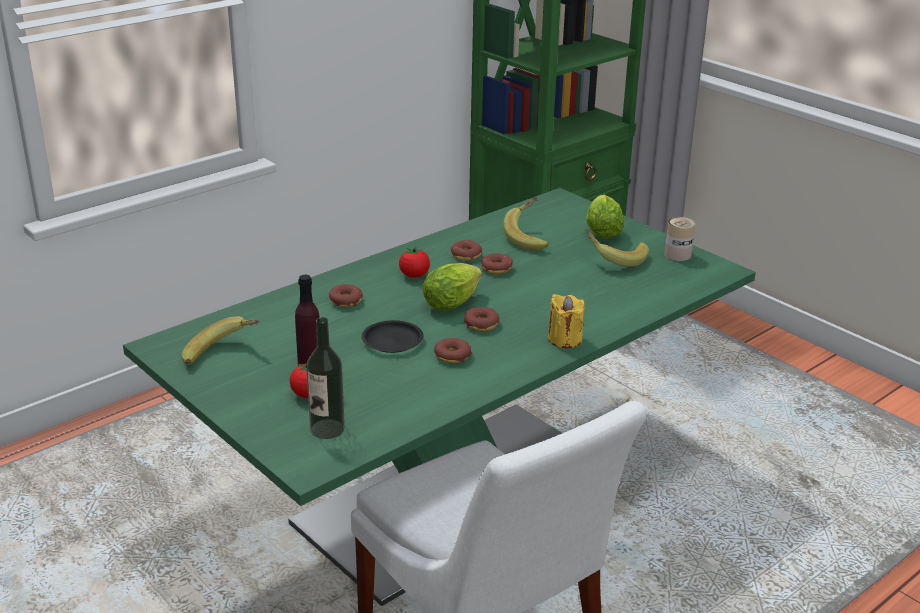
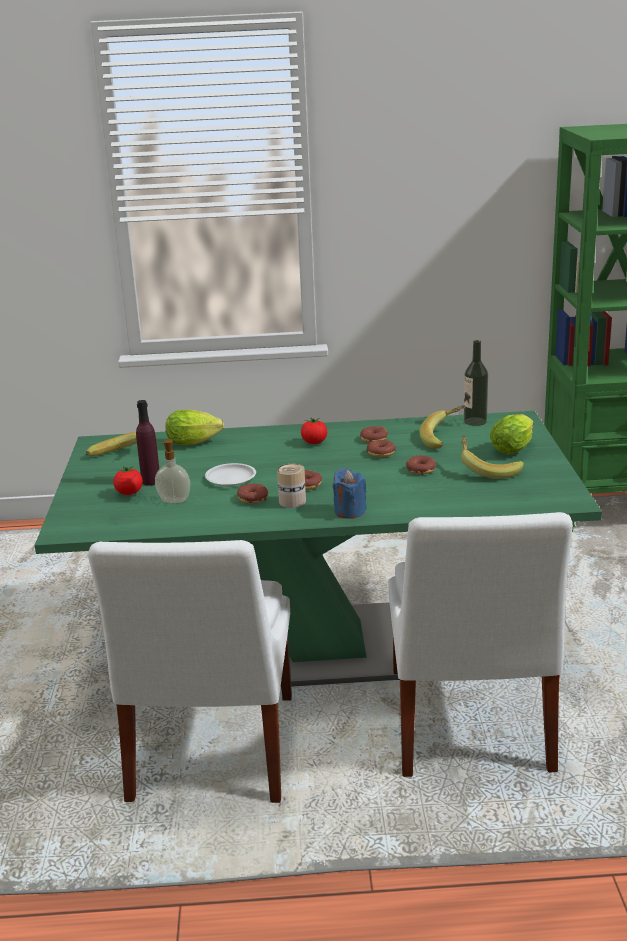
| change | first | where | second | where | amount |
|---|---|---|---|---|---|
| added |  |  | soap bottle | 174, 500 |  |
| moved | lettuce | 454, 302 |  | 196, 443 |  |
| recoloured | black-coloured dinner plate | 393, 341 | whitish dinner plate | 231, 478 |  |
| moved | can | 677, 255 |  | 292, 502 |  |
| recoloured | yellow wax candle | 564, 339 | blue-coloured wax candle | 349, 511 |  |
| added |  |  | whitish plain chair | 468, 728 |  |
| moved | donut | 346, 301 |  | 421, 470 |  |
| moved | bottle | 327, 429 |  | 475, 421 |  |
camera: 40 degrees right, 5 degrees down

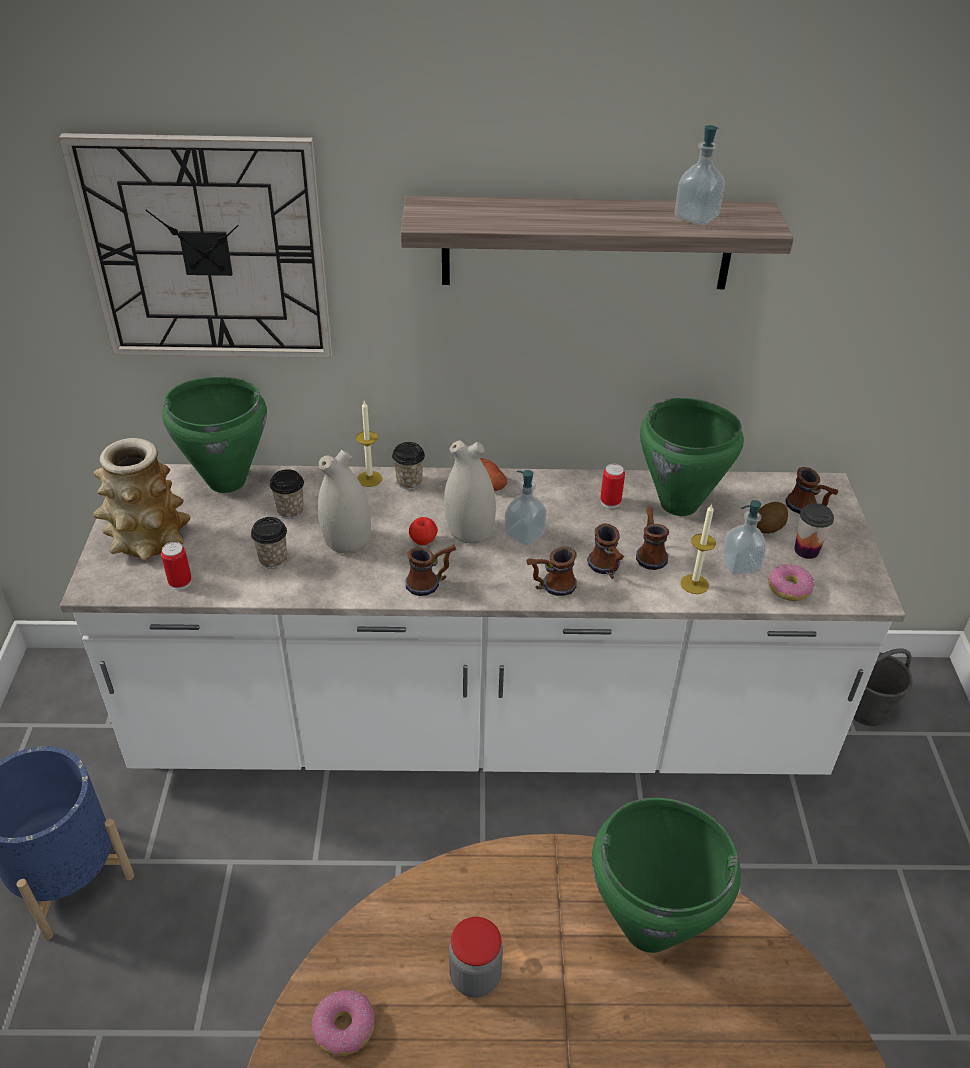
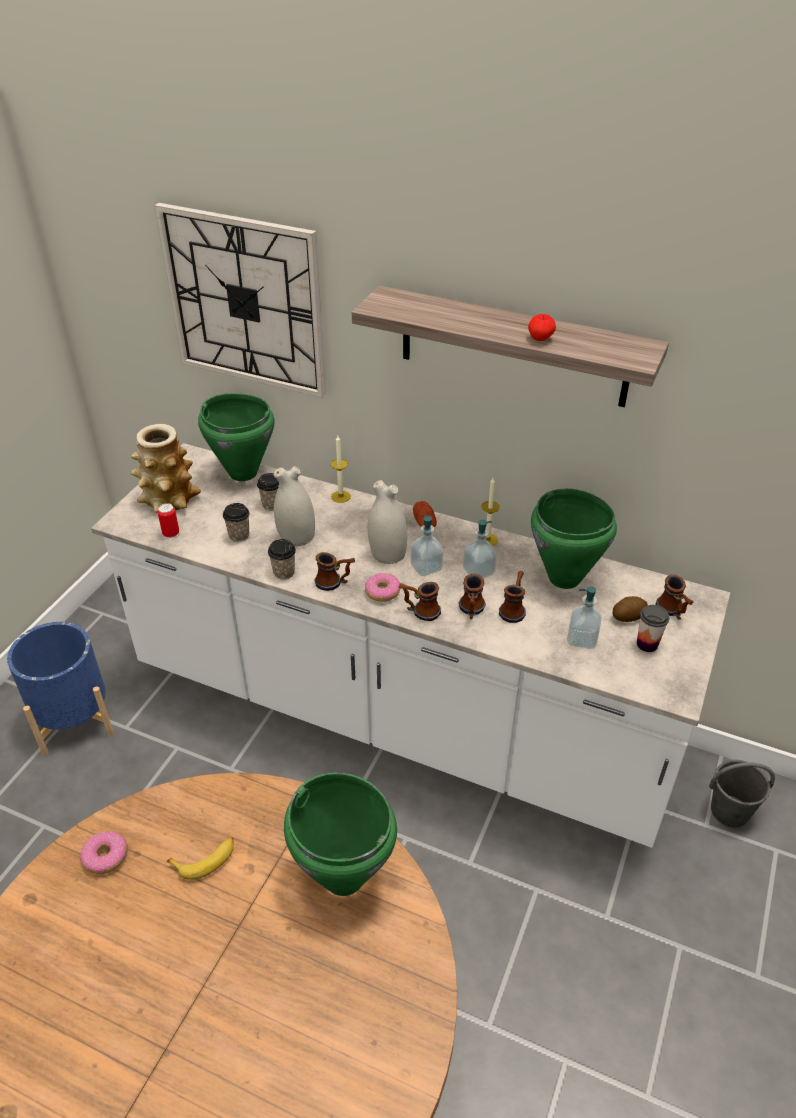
| change | first | where | second | where | amount |
|---|---|---|---|---|---|
| replaced | storage jar | 475, 976 | banana | 206, 859 |  |
| moved | drinking cup | 409, 482 |  | 284, 572 |  |
| moved | donut | 789, 588 |  | 382, 592 |  |
| moved | soap bottle | 696, 217 |  | 478, 571 |  |
| moved | wax candle | 694, 584 |  | 487, 540 |  |
| moved | whole apple | 423, 541 |  | 540, 339 |  |
| removed | can | 610, 501 |  |  |  |
camera: 25 degrees right, 0 degrees up

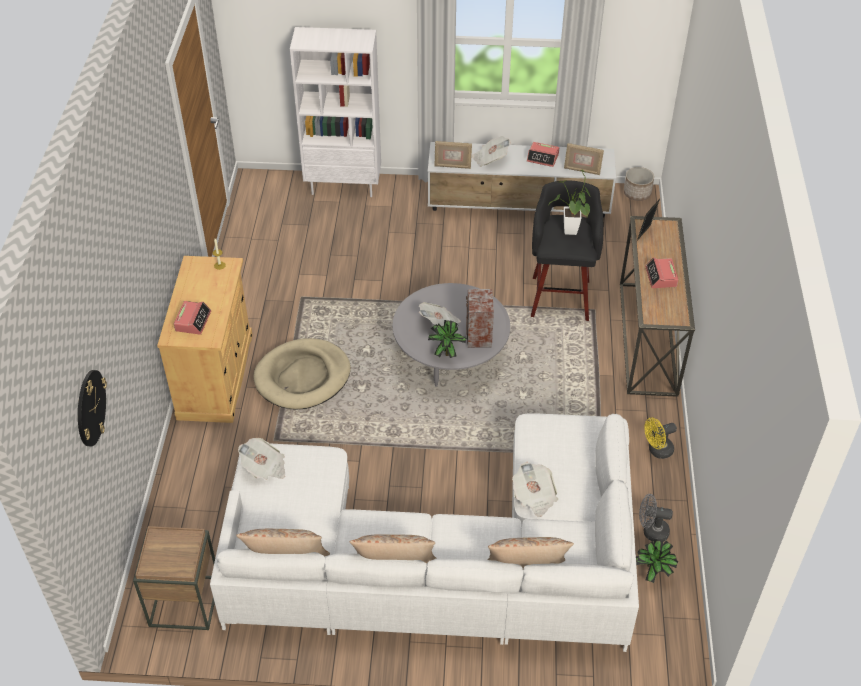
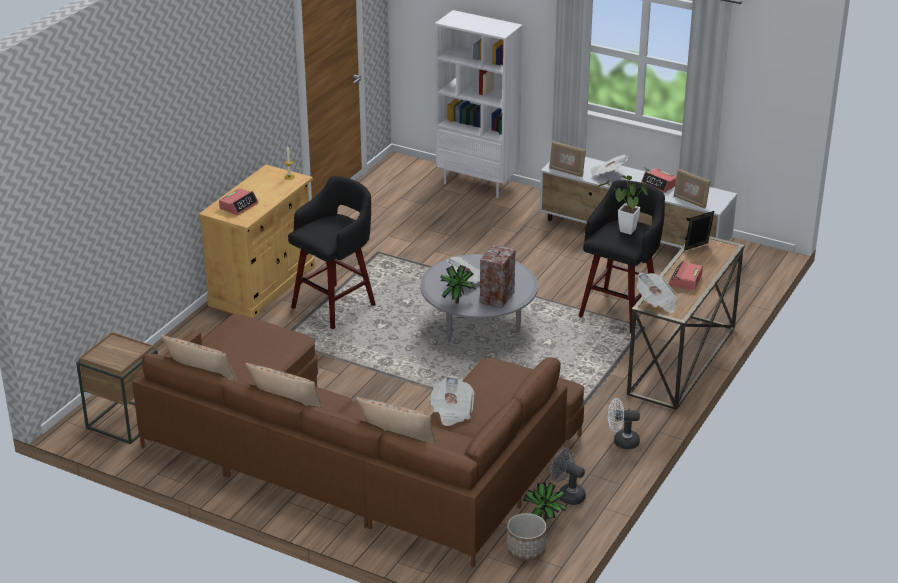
| change | first | where | second | where | amount |
|---|---|---|---|---|---|
| recoloured | whitish sofa | 443, 559 | brown sofa | 359, 458 |  |
| replaced | beige dog cushion | 303, 377 | black-coloured stool | 336, 305 |  |
| moved | flower pot | 636, 193 |  | 525, 550 |  |
| recoloured | yellow cooling fan | 657, 451 | whitish cooling fan | 621, 442 |  |
| moved | printed paper | 264, 467 |  | 657, 302 |  |
| removed | wall clock | 90, 408 |  |  |  |
camera: 25 degrees right, 15 degrees down

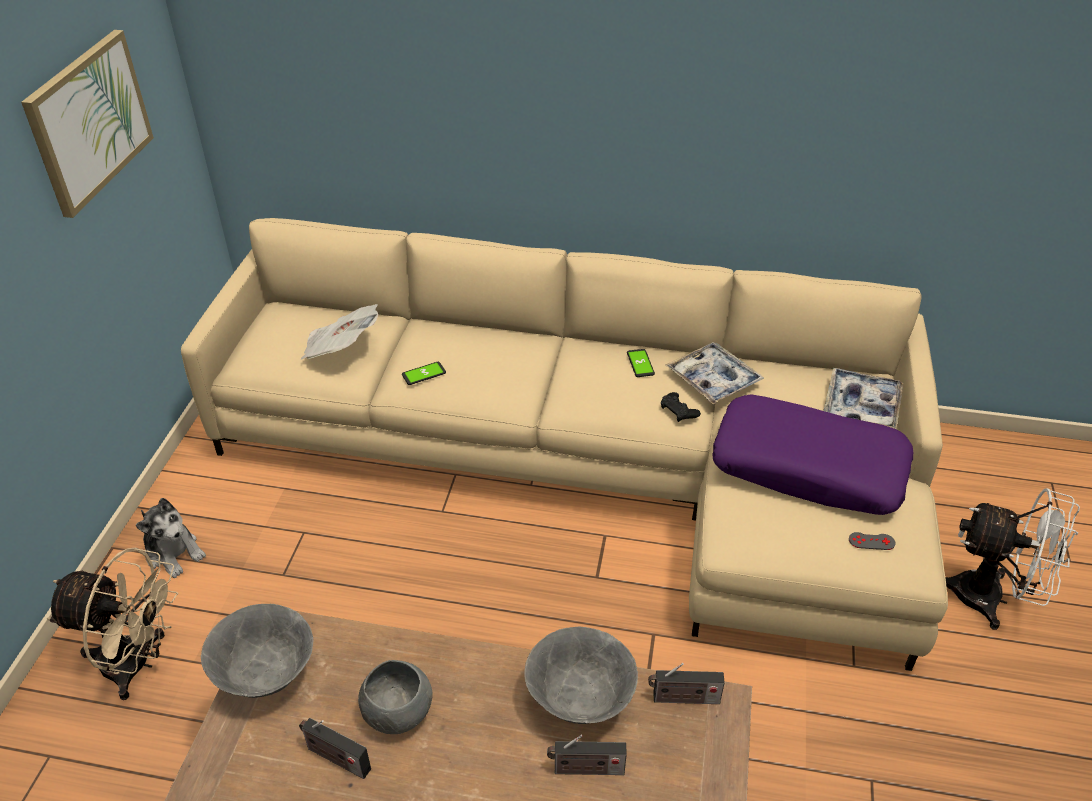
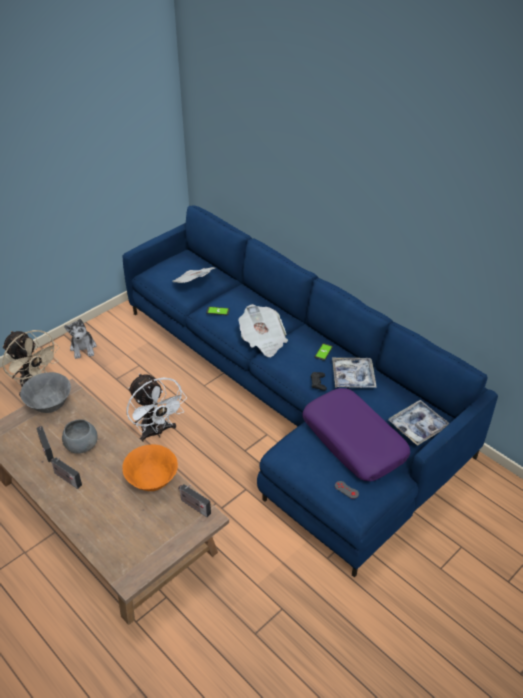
| change | first | where | second | where | amount |
|---|---|---|---|---|---|
| moved | radio set | 585, 769 |  | 66, 478 |  |
| recoloured | greyish deep dish | 581, 701 | orange-coloured deep dish | 152, 482 |  |
| recoloured | beige sofa | 591, 465 | blue-coloured sofa | 292, 398 |  |
| moved | whitish cooling fan | 991, 599 |  | 156, 432 |  |
| added |  |  | printed paper | 263, 341 |  |
| removed | wall picture | 89, 121 |  |  |  |
camera: 35 degrees right, 0 degrees up

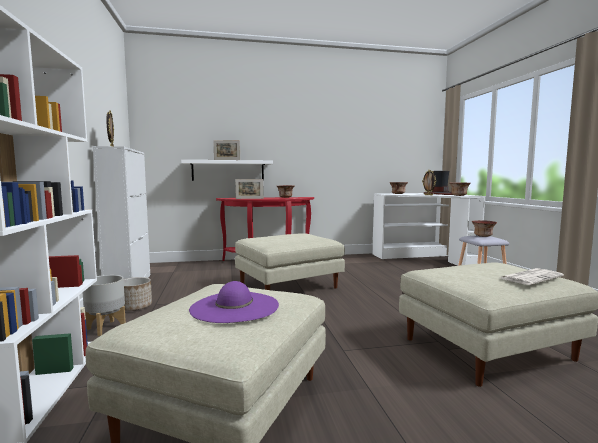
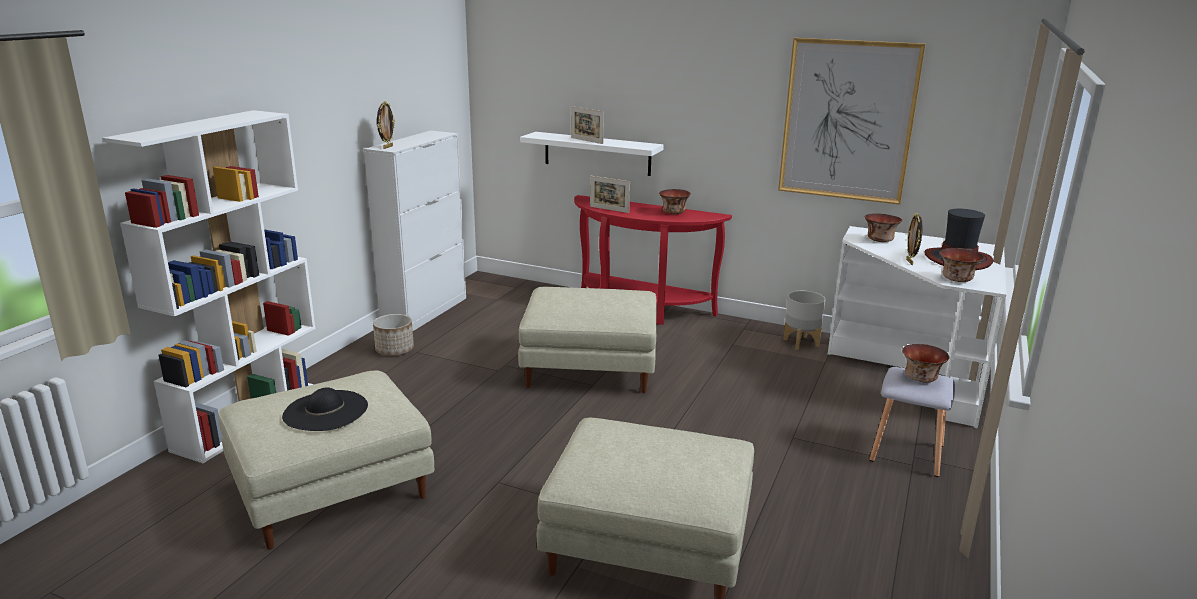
| change | first | where | second | where | amount |
|---|---|---|---|---|---|
| recoloured | purple wearable hat | 234, 307 | black-coloured wearable hat | 325, 411 |  |
| added |  |  | wall picture | 847, 121 |  |
| moved | greyish flower pot | 106, 328 |  | 801, 342 |  |
| removed | printed paper | 531, 277 |  |  |  |
camera: 35 degrees right, 15 degrees up

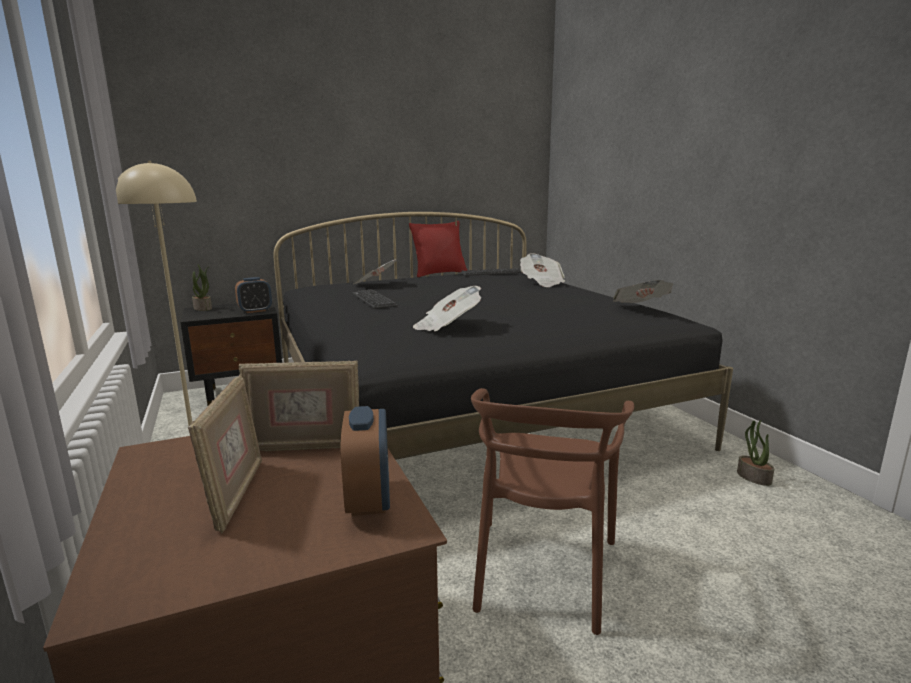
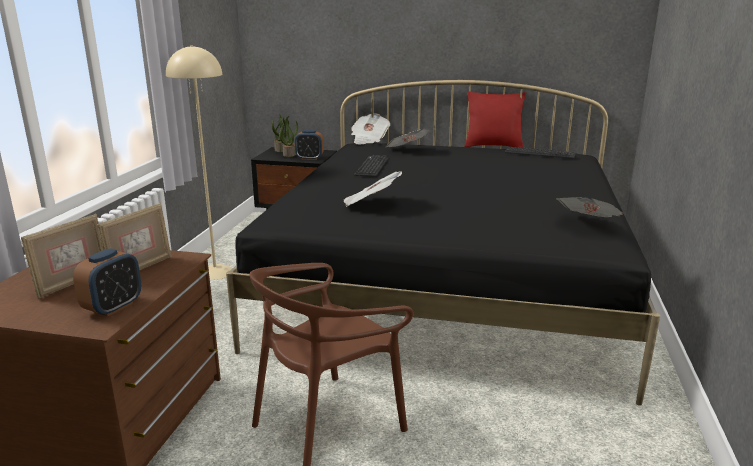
| change | first | where | second | where | amount |
|---|---|---|---|---|---|
| turned | standing frame | 304, 447 |  | 140, 268 | 90 degrees counterclockwise |
| moved | plant in a pot | 753, 477 |  | 289, 154 |  |
| moved | printed paper | 541, 283 |  | 369, 140 |  |
camera: 35 degrees right, 5 degrees up

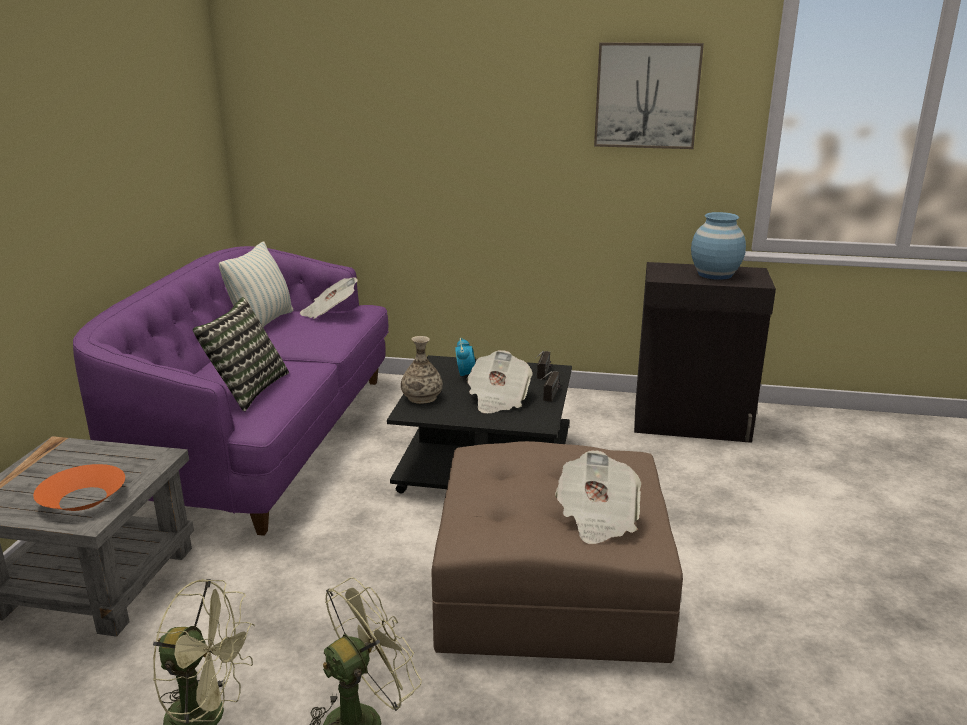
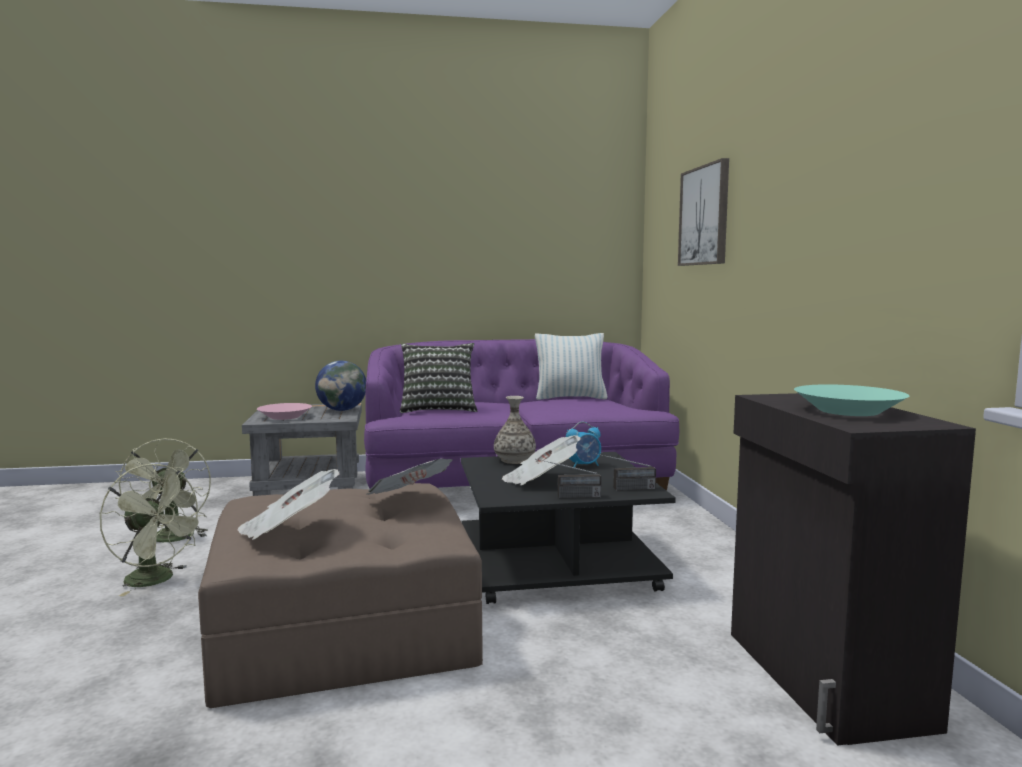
| change | first | where | second | where | amount |
|---|---|---|---|---|---|
| recoloured | orange-coloured deep dish | 82, 499 | pink deep dish | 284, 417 |  |
| added |  |  | desk globe | 342, 410 |  |
| moved | printed paper | 329, 313 |  | 409, 500 |  |
| moved | wall picture | 647, 96 |  | 704, 216 |  |
| replaced | blue-coloured vase | 715, 274 | turquoise-coloured deep dish | 848, 411 |  |
camera: 70 degrees right, 15 degrees down

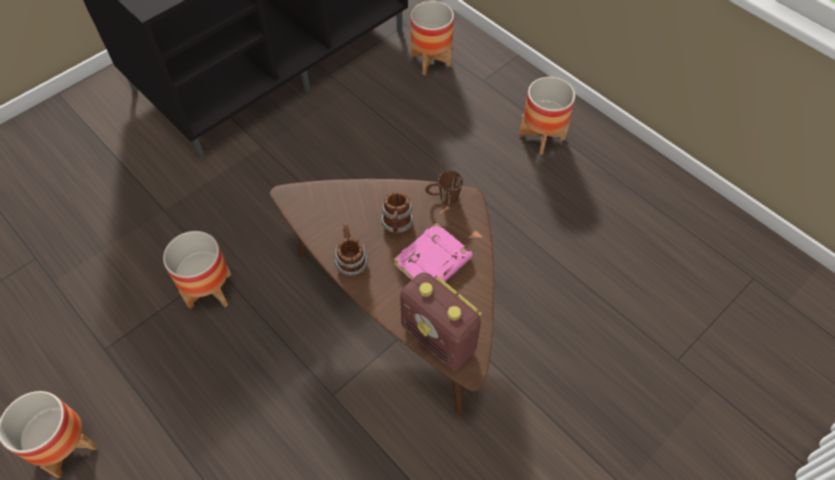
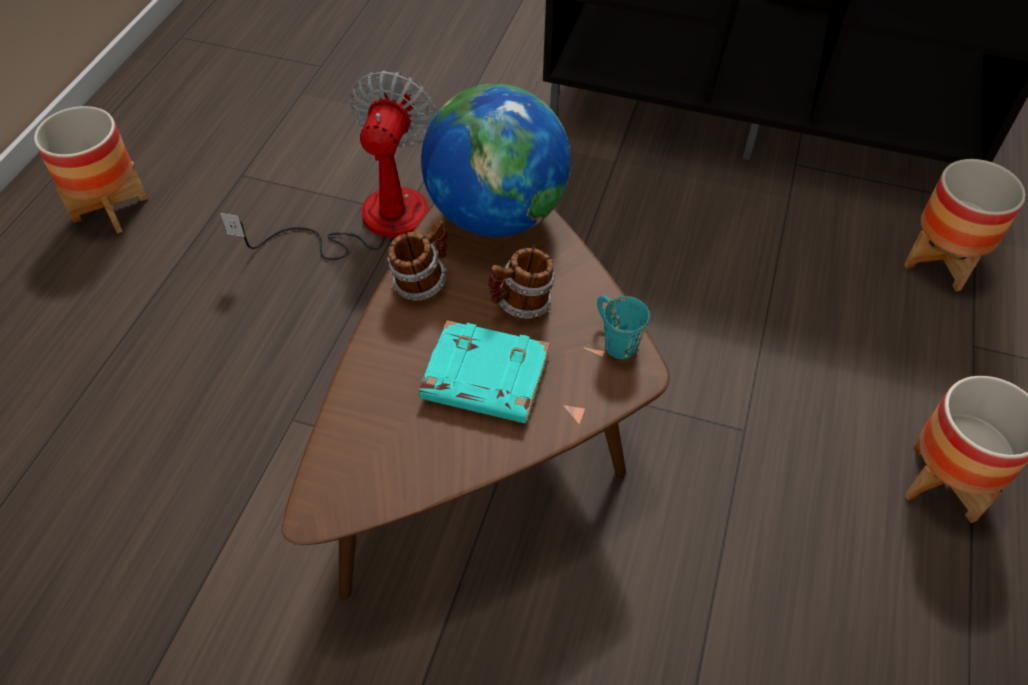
| change | first | where | second | where | amount |
|---|---|---|---|---|---|
| replaced | flower pot | 209, 290 | cooling fan | 370, 221 |  |
| recoloured | pink book | 433, 263 | turquoise-coloured book | 483, 379 |  |
| added |  |  | desk globe | 496, 215 |  |
| recoloured | brown coffee mug | 443, 198 | turquoise-coloured coffee mug | 614, 339 |  |
| removed | radio set | 439, 338 |  |  |  |
camera: 60 degrees right, 5 degrees down

